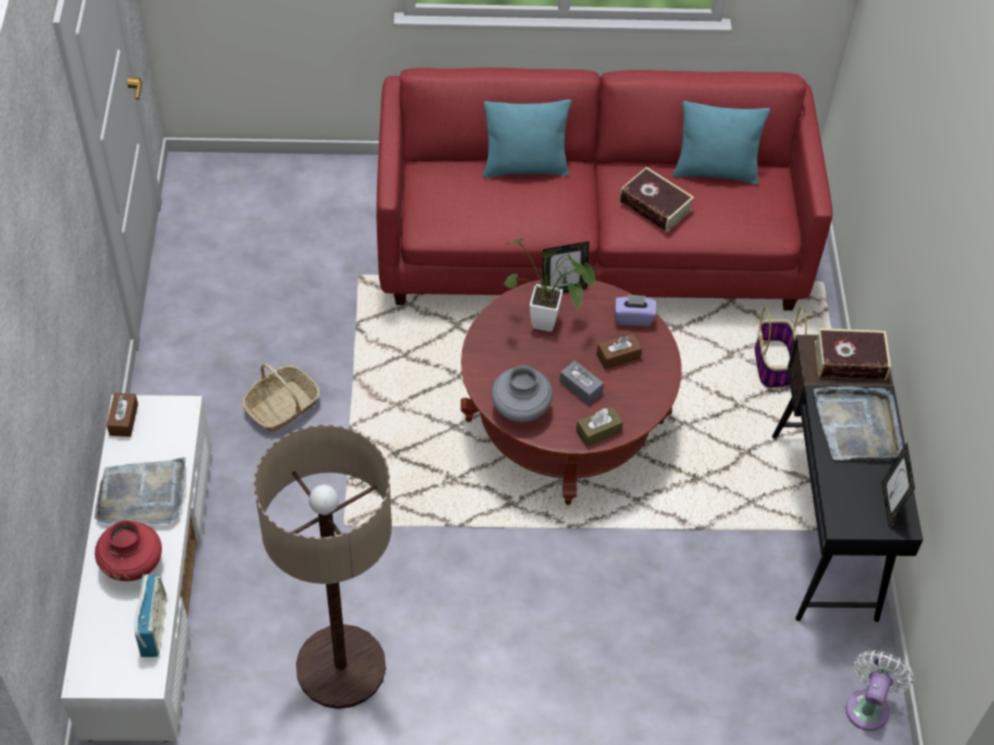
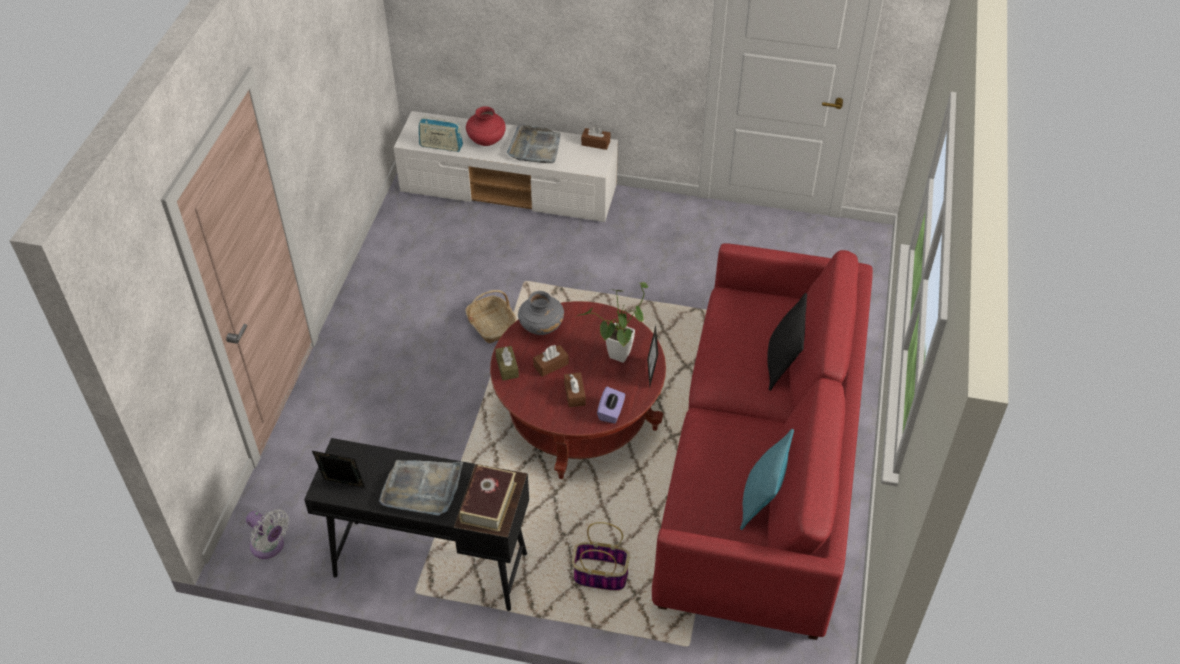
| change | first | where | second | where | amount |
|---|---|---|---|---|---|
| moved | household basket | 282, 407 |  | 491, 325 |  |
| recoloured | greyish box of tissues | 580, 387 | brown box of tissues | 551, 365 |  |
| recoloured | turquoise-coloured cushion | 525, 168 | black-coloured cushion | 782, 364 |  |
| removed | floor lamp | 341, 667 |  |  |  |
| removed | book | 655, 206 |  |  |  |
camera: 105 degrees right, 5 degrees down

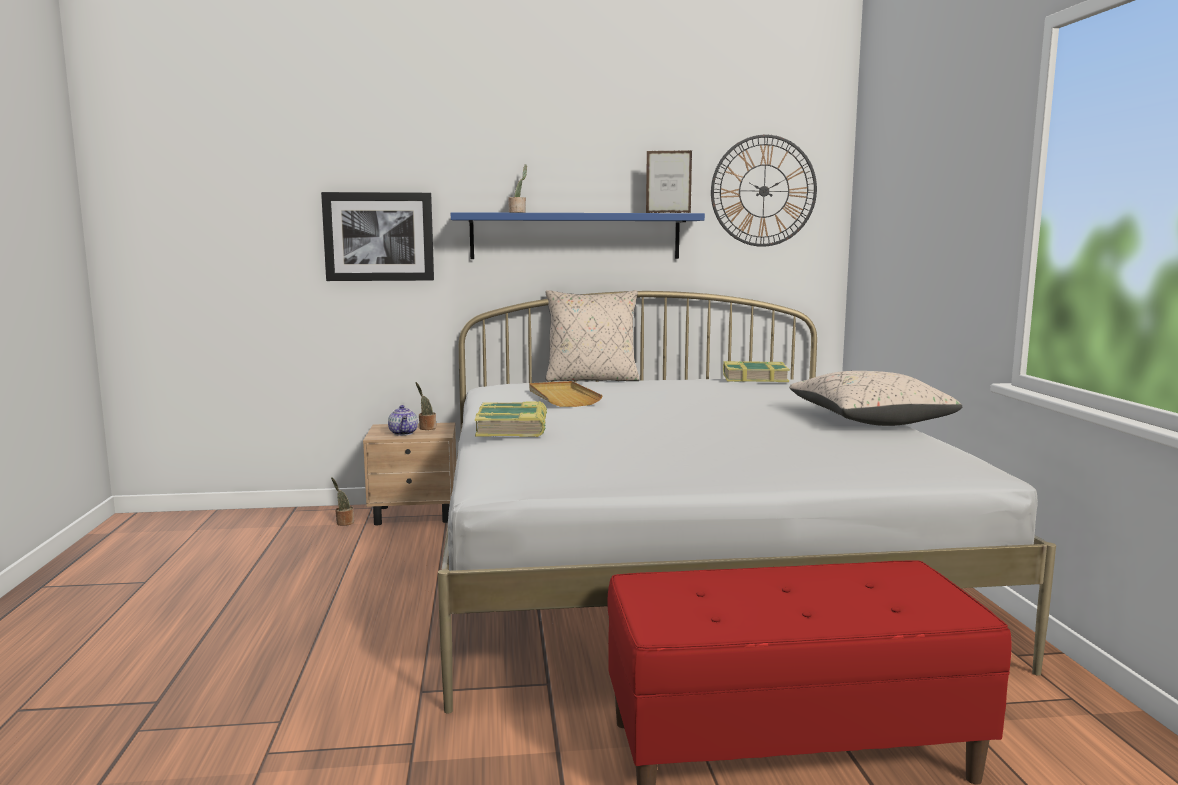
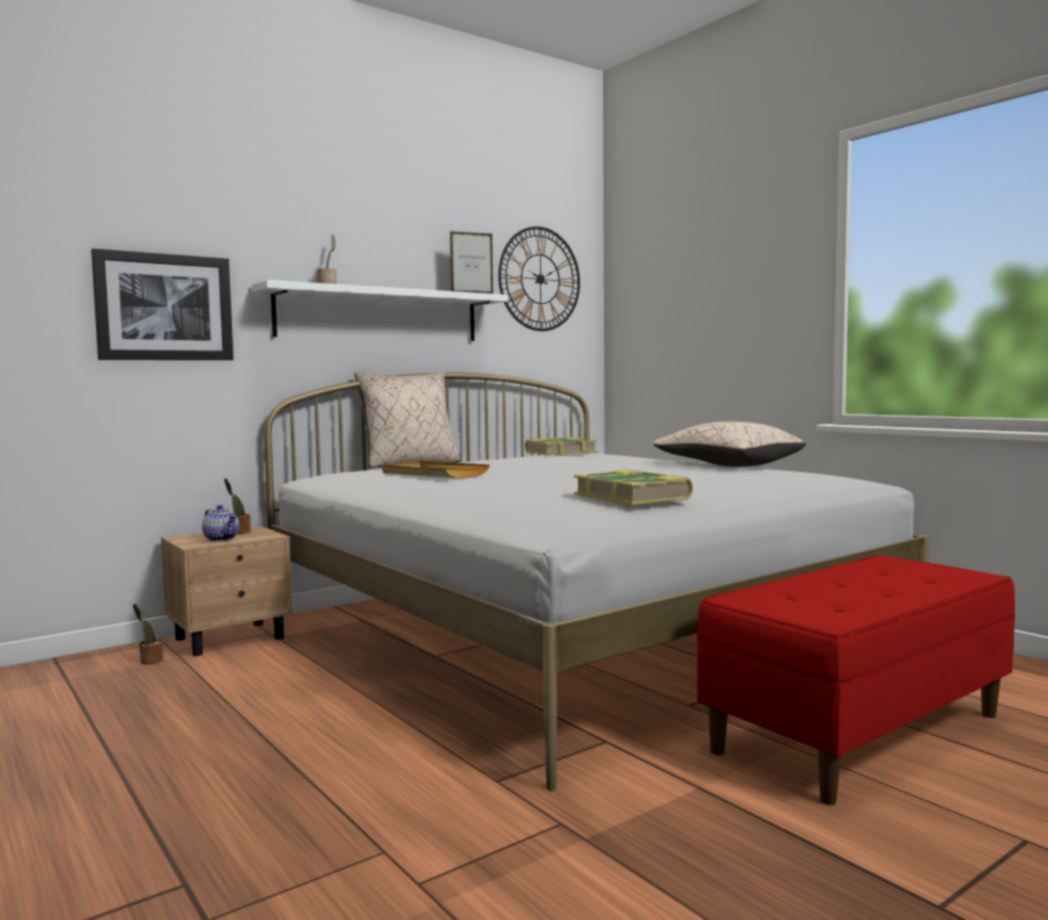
| change | first | where | second | where | amount |
|---|---|---|---|---|---|
| recoloured | blue-coloured bracket shelf | 575, 236 | whitish bracket shelf | 380, 315 |  |
| moved | book | 513, 428 |  | 632, 497 |  |
camera: 30 degrees left, 5 degrees down

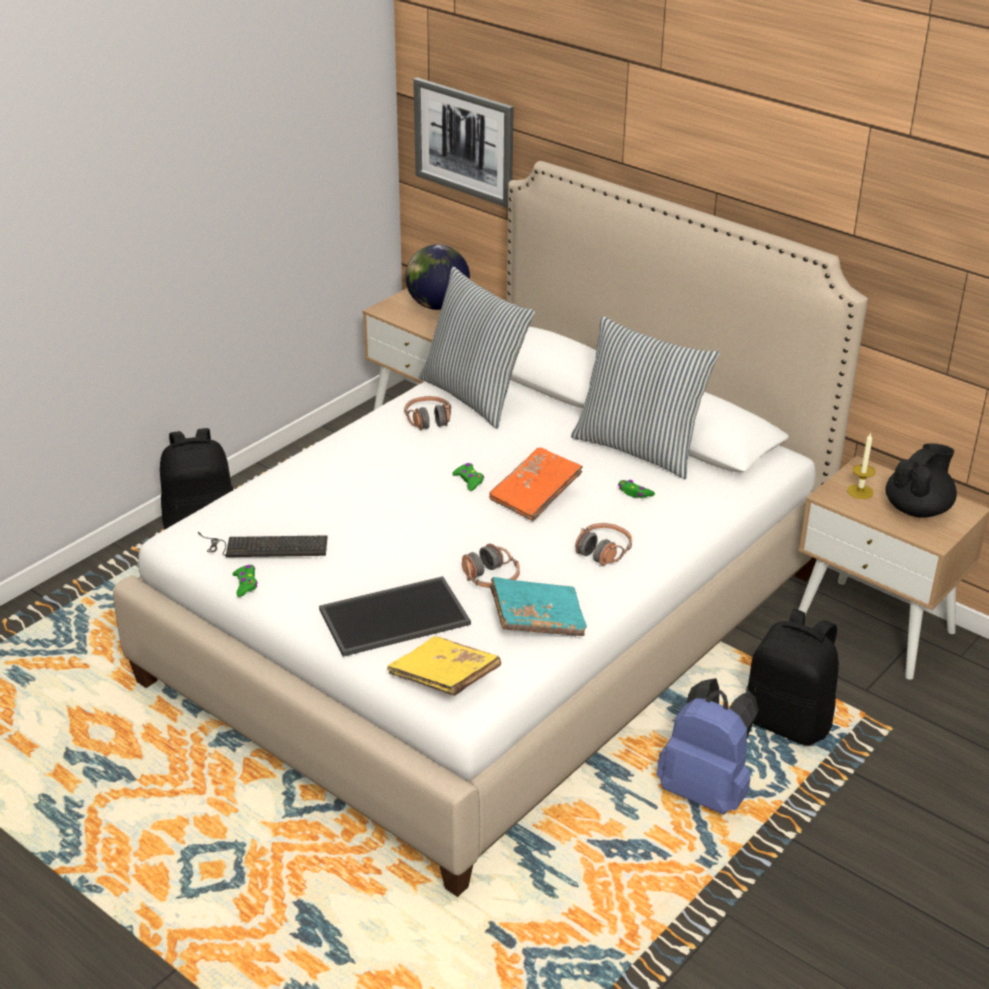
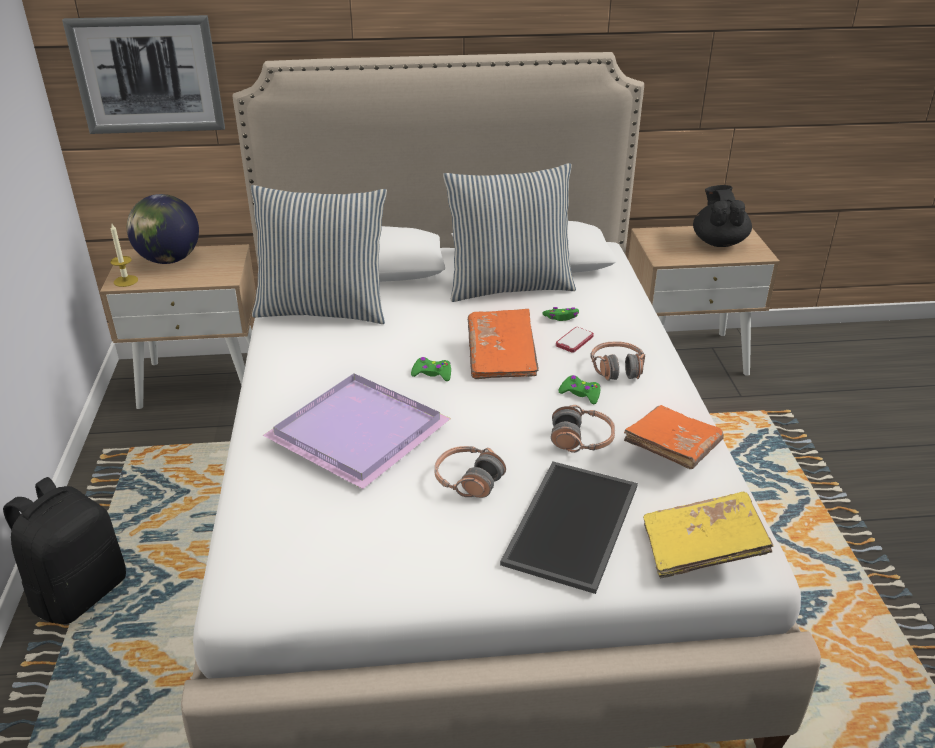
| change | first | where | second | where | amount |
|---|---|---|---|---|---|
| moved | wax candle | 860, 491 |  | 126, 281 |  |
| added |  |  | purple carrying tray | 362, 431 |  |
| moved | headphones | 428, 420 |  | 468, 480 |  |
| added |  |  | telephone | 574, 341 |  |
| moved | green joypad | 246, 584 |  | 580, 394 |  |
| recoloured | turquoise-coloured book | 537, 620 | orange-coloured book | 671, 450 |  |
| removed | PC keyboard | 264, 546 |  |  |  |
| removed | blue-coloured rucksack | 706, 791 |  |  |  |
| removed | black-coloured rucksack | 788, 722 |  |  |  |
camera: 45 degrees left, 0 degrees up

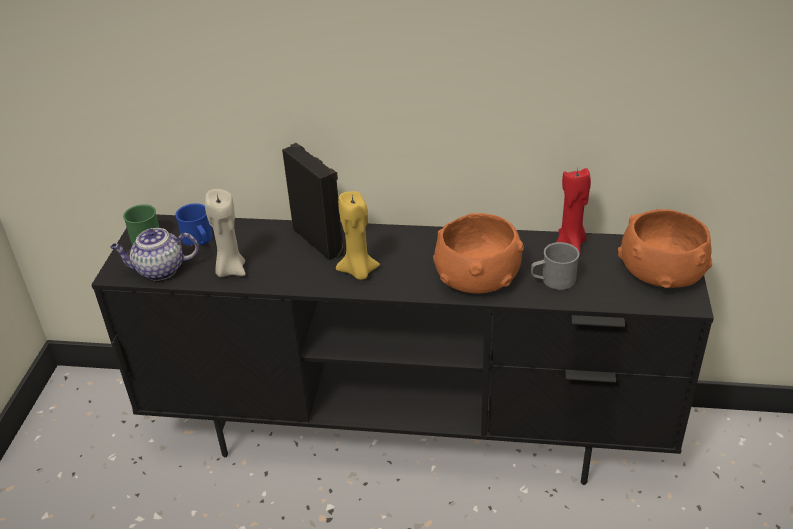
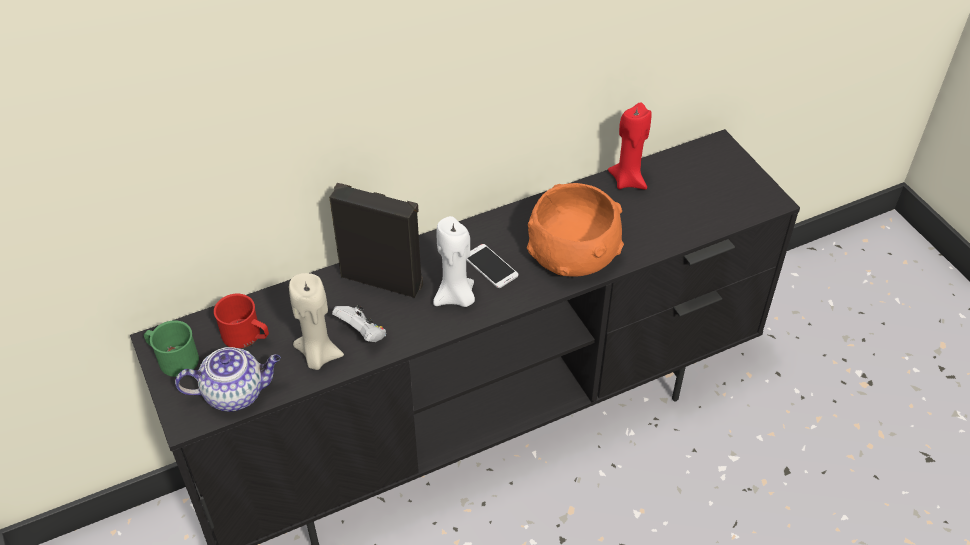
| change | first | where | second | where | amount |
|---|---|---|---|---|---|
| turned | tea pot | 159, 270 |  | 236, 393 | 150 degrees counterclockwise |
| recoloured | blue-coloured coffee mug | 199, 241 | red-coloured coffee mug | 246, 336 |  |
| added |  |  | whitish joypad | 362, 333 |  |
| recoloured | yellow wax candle | 358, 272 | whitish wax candle | 456, 297 |  |
| added |  |  | telephone | 490, 266 |  |
| removed | greyish coffee mug | 553, 280 |  |  |  |
| removed | orange-coloured deep dish | 660, 270 |  |  |  |
camera: 35 degrees left, 10 degrees up

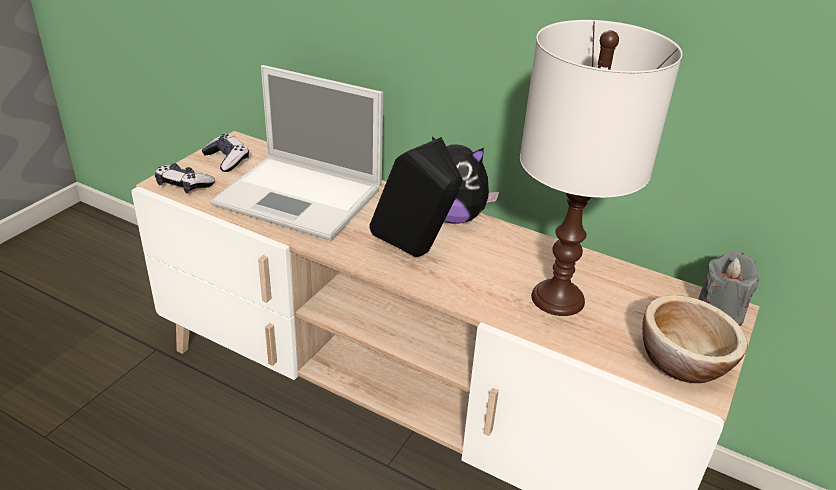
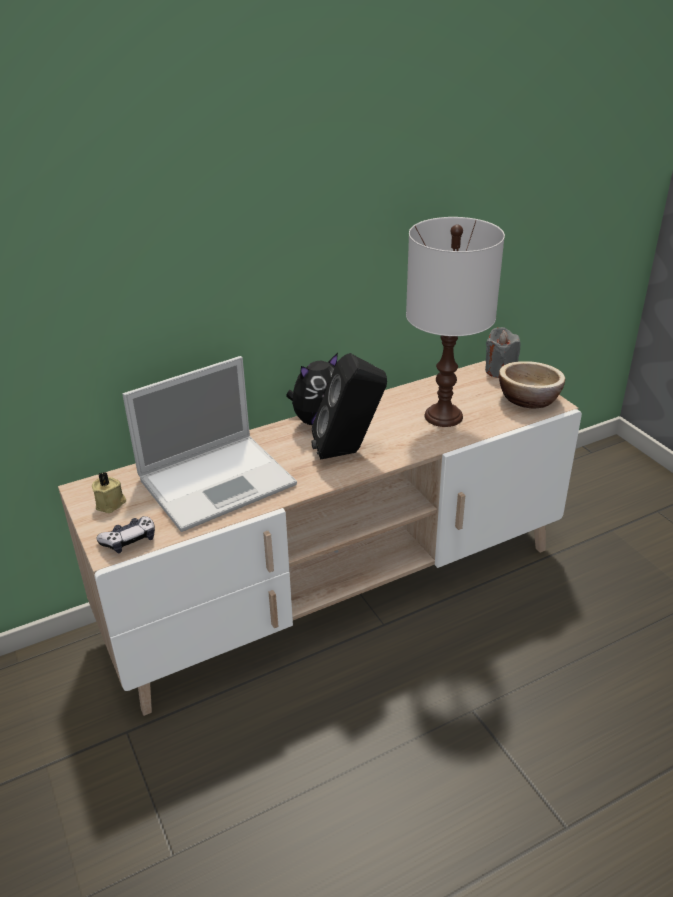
| change | first | where | second | where | amount |
|---|---|---|---|---|---|
| replaced | joypad | 227, 160 | beige wax candle | 111, 504 |  |
camera: 55 degrees left, 0 degrees up

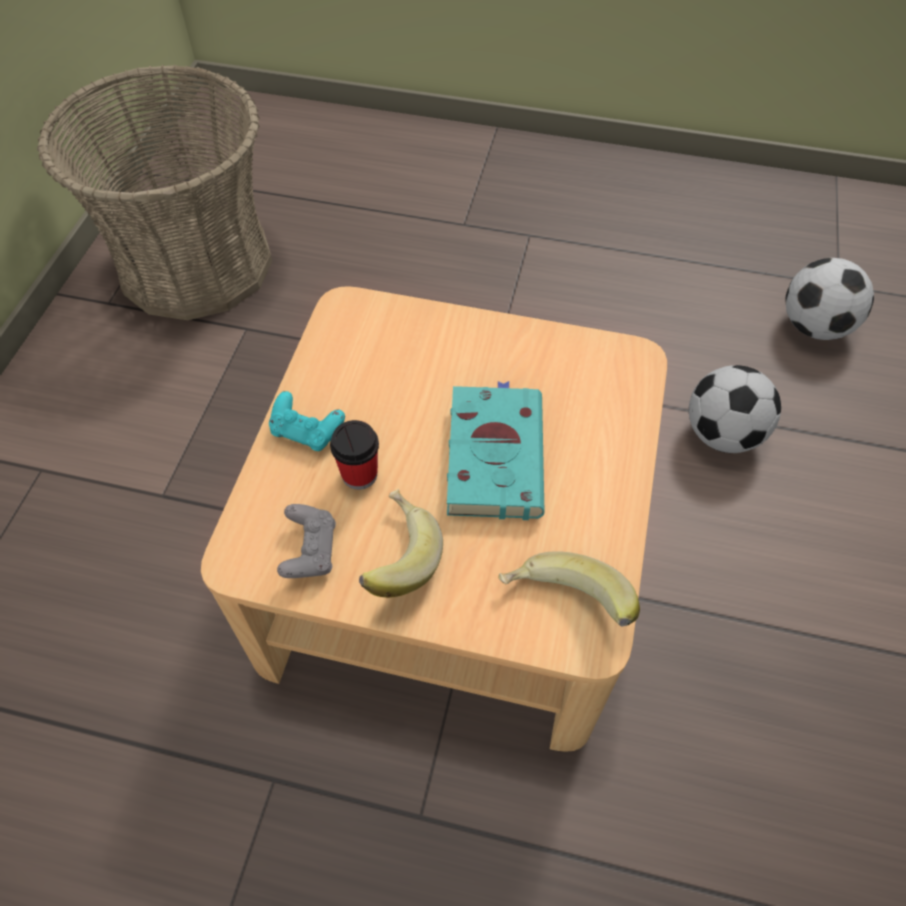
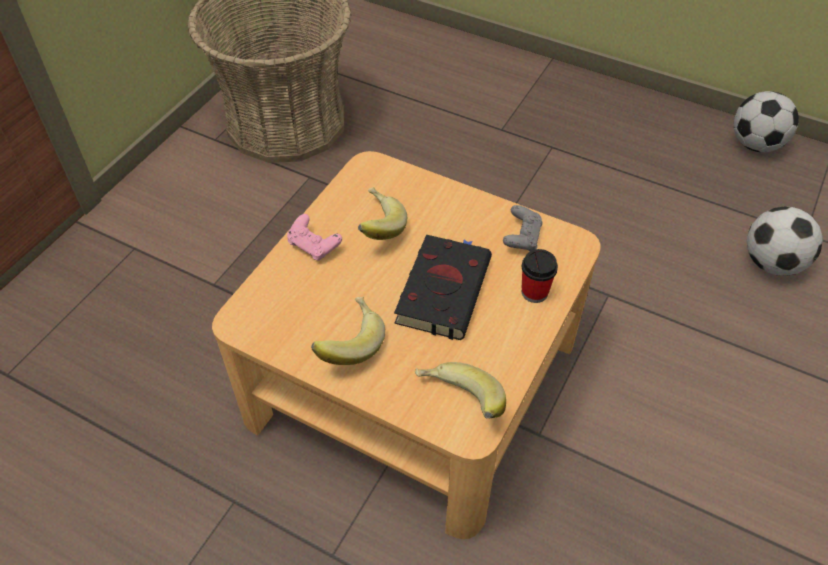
| change | first | where | second | where | amount |
|---|---|---|---|---|---|
| recoloured | turquoise-coloured joypad | 307, 432 | pink joypad | 314, 246 |  |
| added |  |  | banana | 376, 227 |  |
| recoloured | turquoise-coloured book | 494, 453 | black-coloured book | 443, 288 |  |
| moved | greyish joypad | 310, 550 |  | 522, 237 |  |
| moved | drinking cup | 359, 474 |  | 534, 292 |  |
| moved | ball for football | 722, 434 |  | 756, 144 |  |
camera: 15 degrees right, 5 degrees down

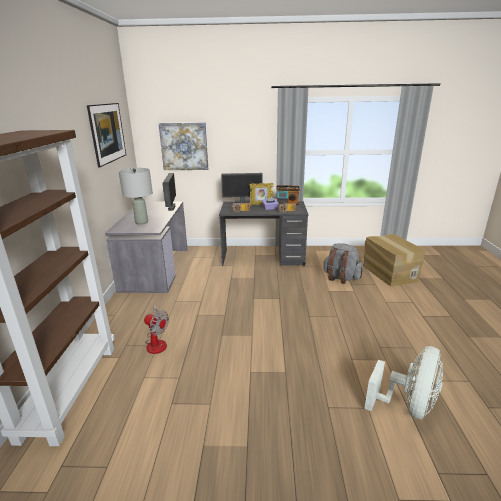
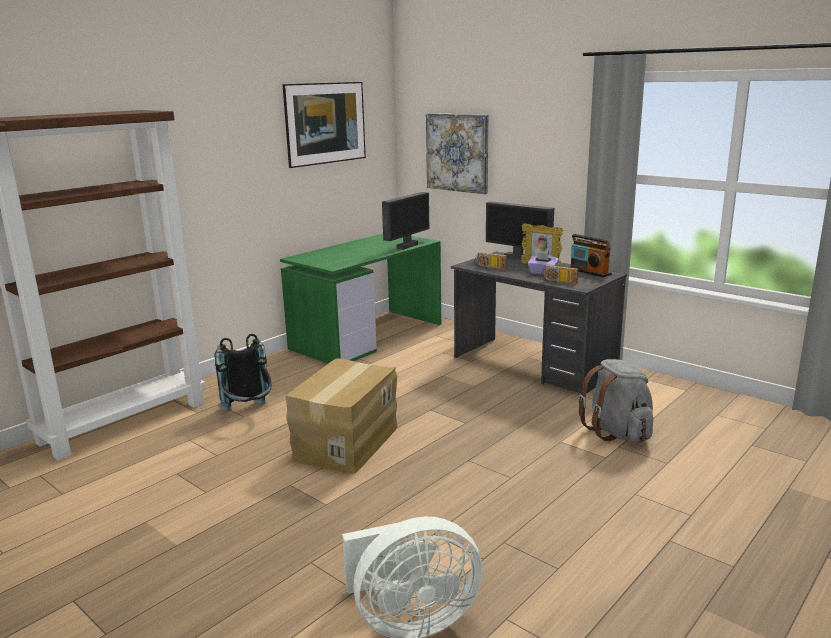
| change | first | where | second | where | amount |
|---|---|---|---|---|---|
| replaced | cooling fan | 157, 342 | black-coloured rucksack | 249, 413 |  |
| recoloured | greyish desk | 155, 268 | green desk | 367, 336 |  |
| moved | packing box | 389, 273 |  | 345, 442 |  |
| removed | greyish lamp for a table | 141, 222 |  |  |  |
camera: 40 degrees right, 5 degrees down

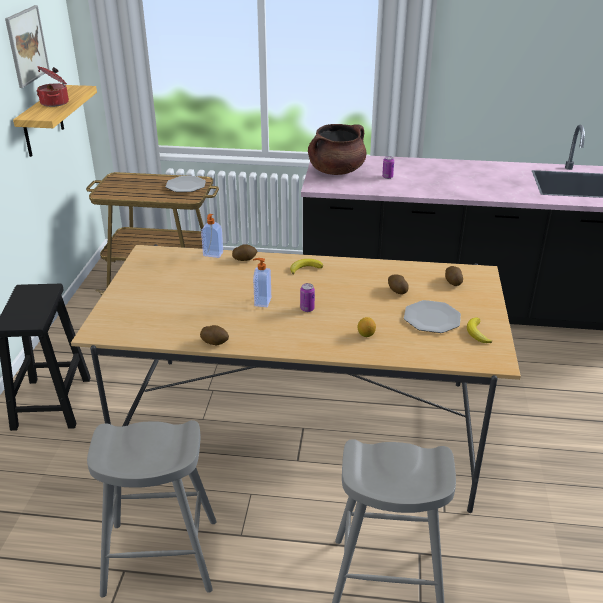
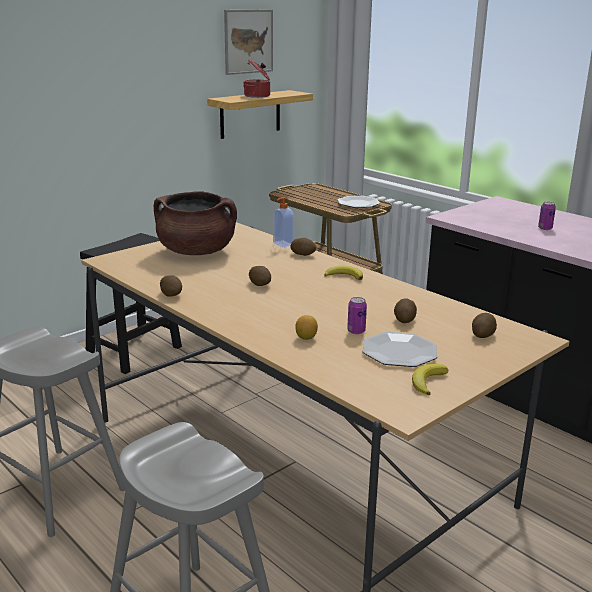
| change | first | where | second | where | amount |
|---|---|---|---|---|---|
| moved | brown saucepot | 336, 171 |  | 196, 252 |  |
| replaced | soap bottle | 262, 302 | whole potato | 260, 284 |  |
| moved | can | 307, 309 |  | 356, 331 |  |
camera: 40 degrees right, 10 degrees down

